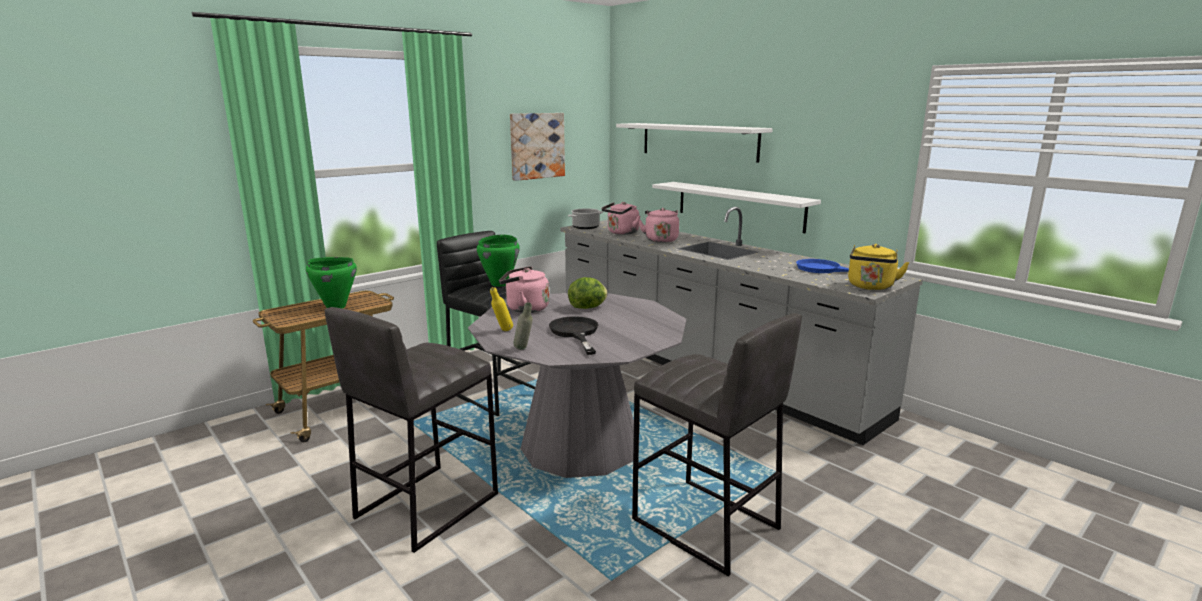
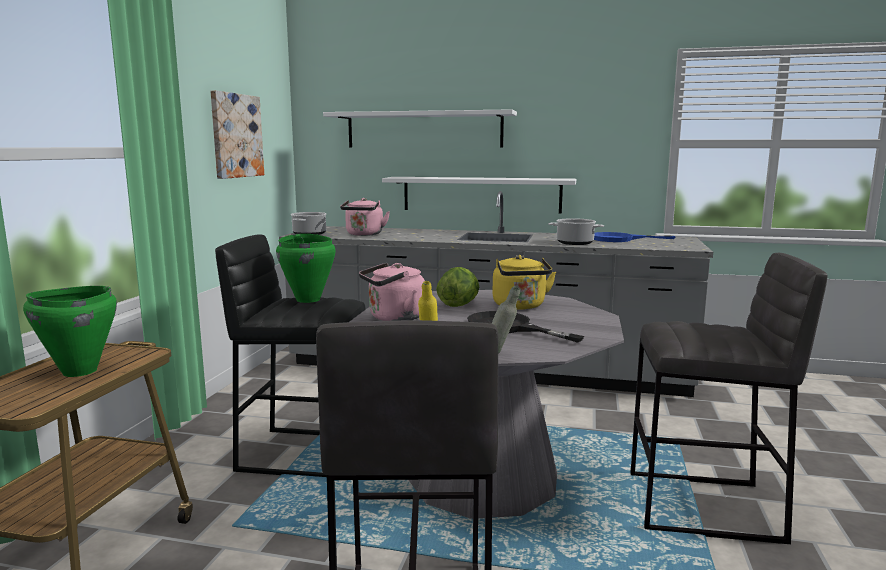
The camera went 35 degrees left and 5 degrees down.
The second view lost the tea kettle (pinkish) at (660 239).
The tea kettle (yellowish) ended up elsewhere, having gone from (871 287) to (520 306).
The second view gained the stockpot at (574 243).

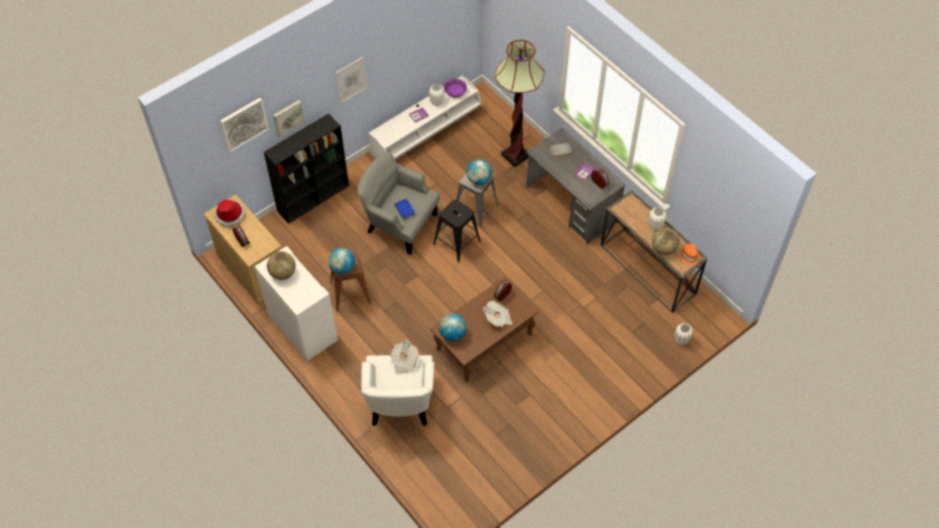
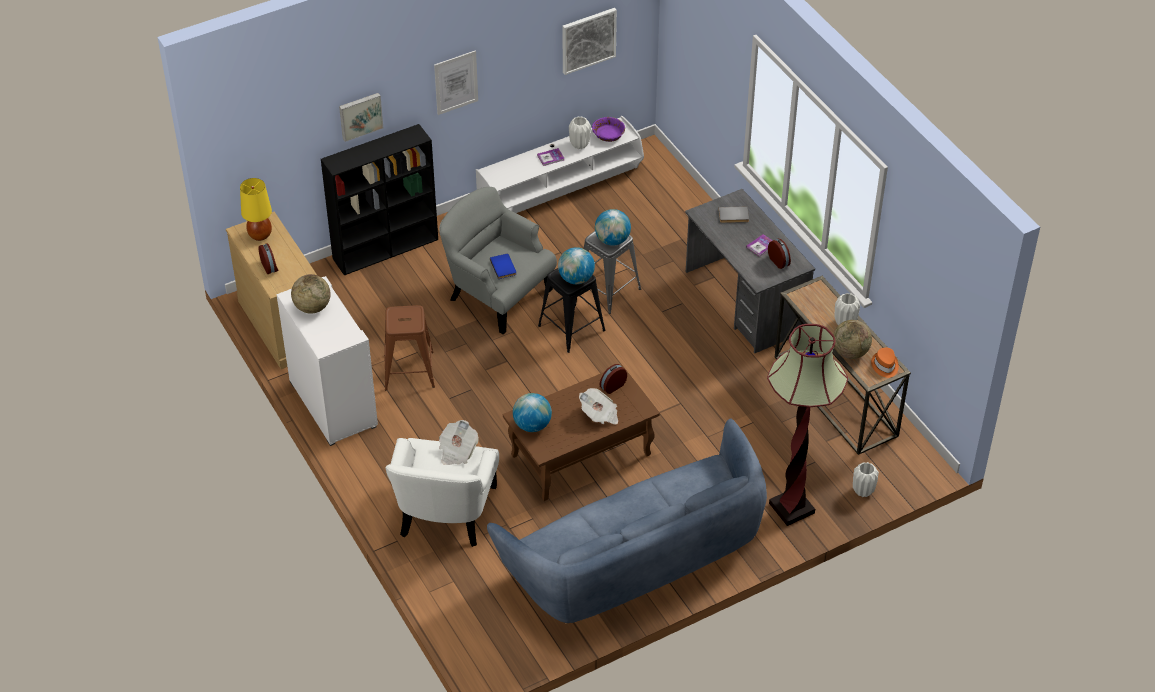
The camera went 10 degrees right and 10 degrees down.
The standing lamp ended up elsewhere, having gone from (515 155) to (791 508).
The wall art ended up elsewhere, having gone from (243 124) to (588 40).
Where the hat stood at (230 215), the tabletop lamp (yellowish) came to stand at (260 235).
The desk globe ended up elsewhere, having gone from (342 268) to (576 279).
The second view gained the sofa (blue-coloured) at (636 561).

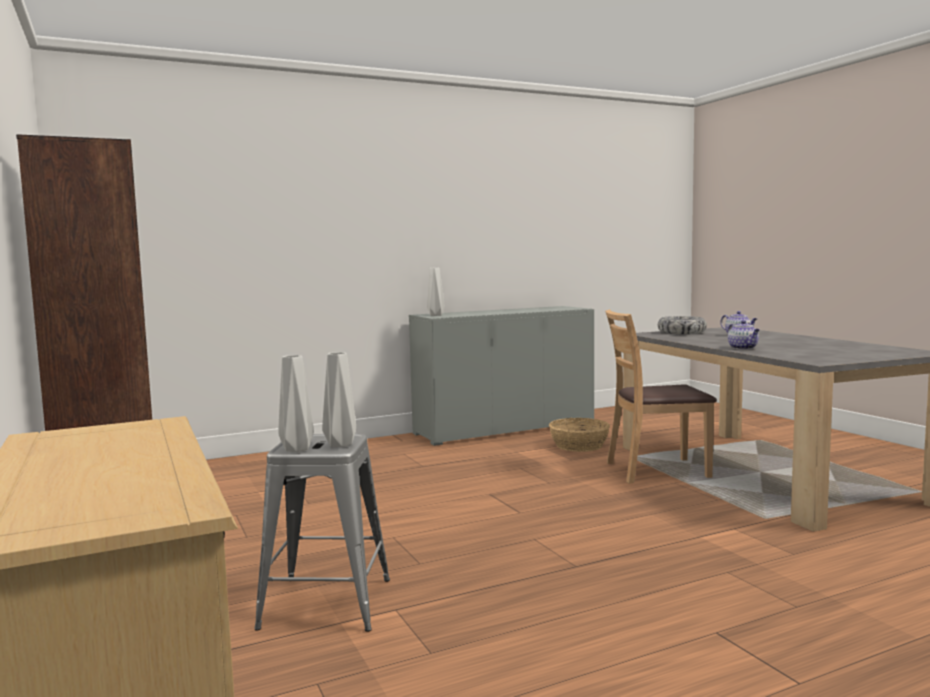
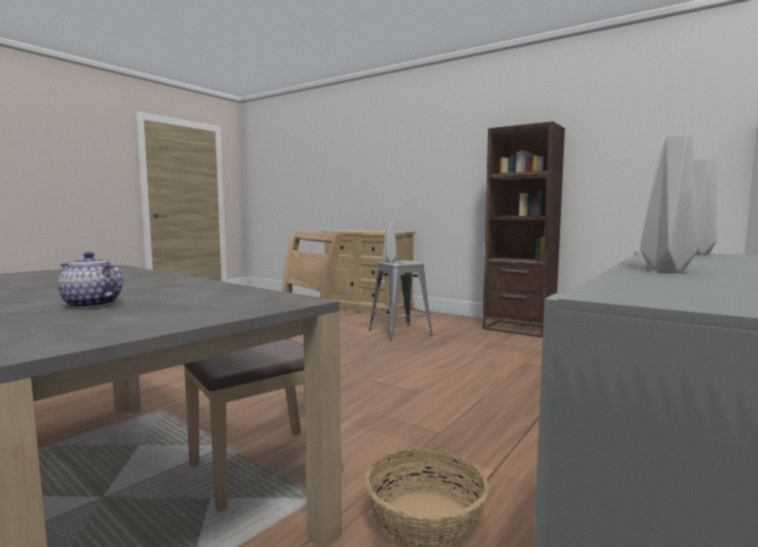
The camera went 150 degrees right and 0 degrees up.
The second view lost the serving bowl at (681 332).
The second view lost the tea pot at (743 348).
The vase (greyish) ended up elsewhere, having gone from (295 449) to (667 270).

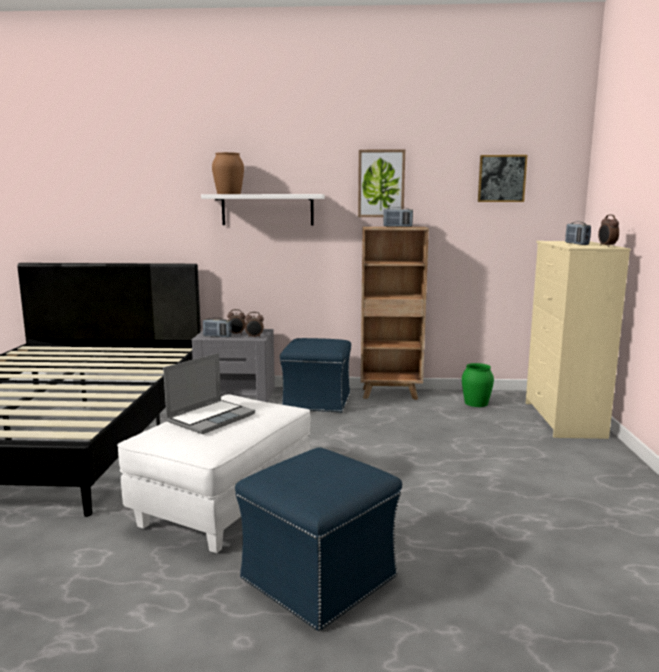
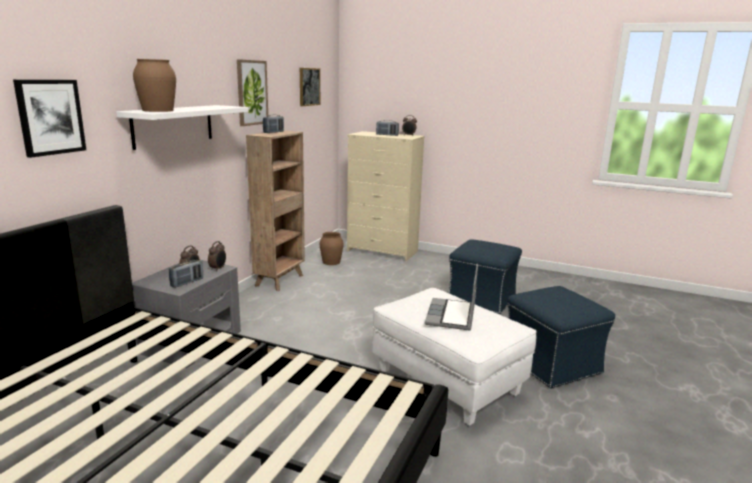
The camera went 70 degrees left and 5 degrees up.
The pouffe (blue-coloured) ended up elsewhere, having gone from (317 402) to (482 299).
The portable computer at (211 418) ended up facing another way, 135 degrees counterclockwise from before.
What was the vase (green-coloured) at (476 403) turned into the vase (brownish) at (331 262).
The second view gained the wall art at (50 117).

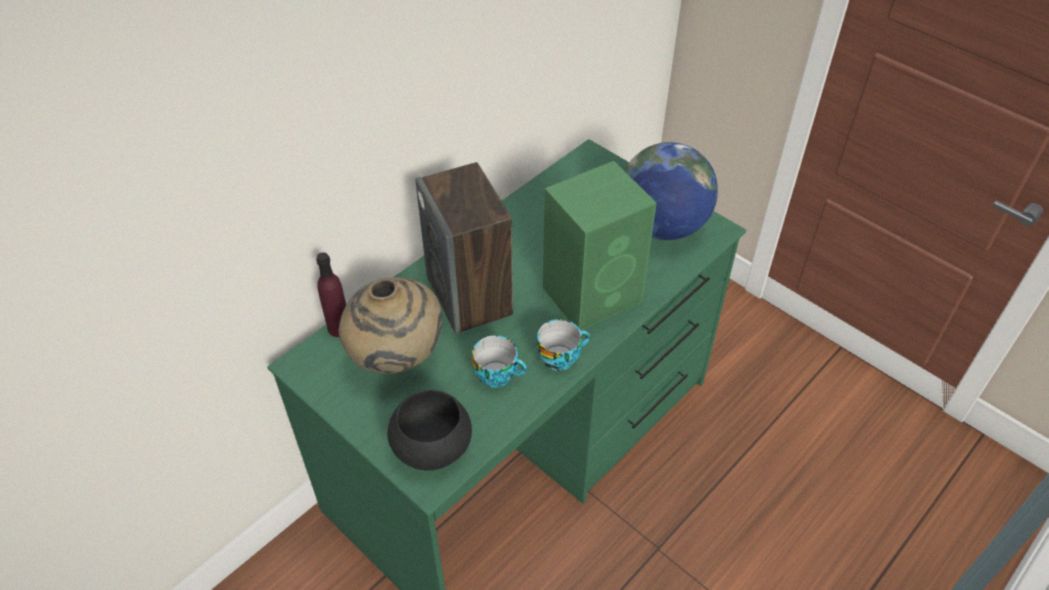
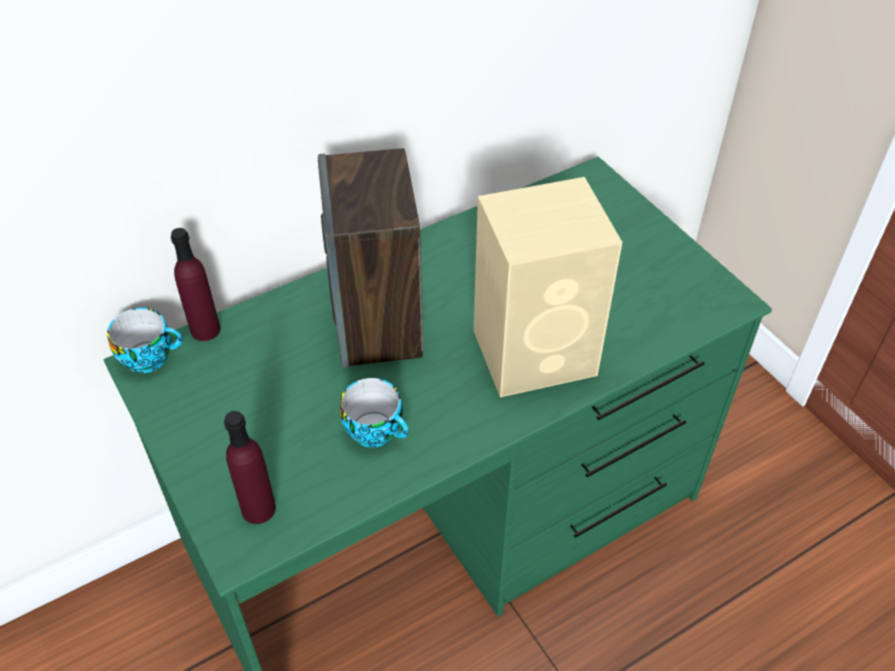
The camera went 15 degrees right and 0 degrees up.
The second view lost the desk globe at (662 226).
What was the audio speaker (green-coloured) at (594 293) turned into the audio speaker (sand-coloured) at (537 352).
The second view lost the vase (sand-coloured) at (396 360).
The drinking cup ended up elsewhere, having gone from (560 356) to (150 356).
Where the serving bowl (black-coloured) stood at (433 449), the beverage bottle (purplish) came to stand at (258 509).

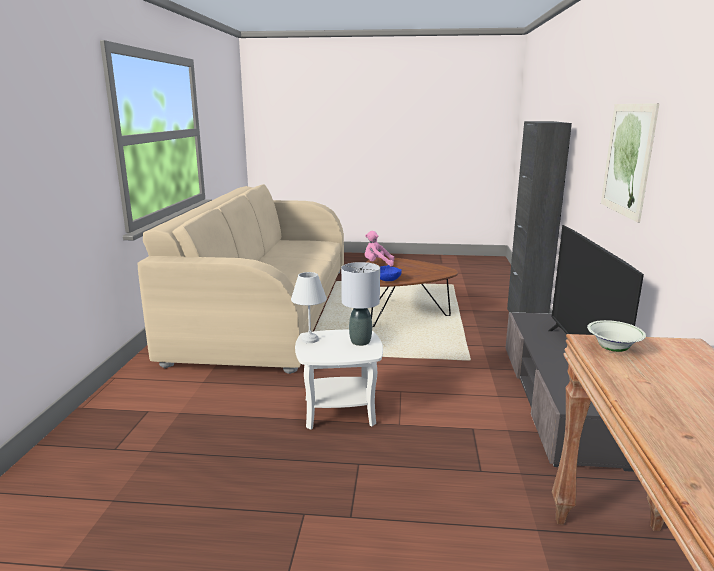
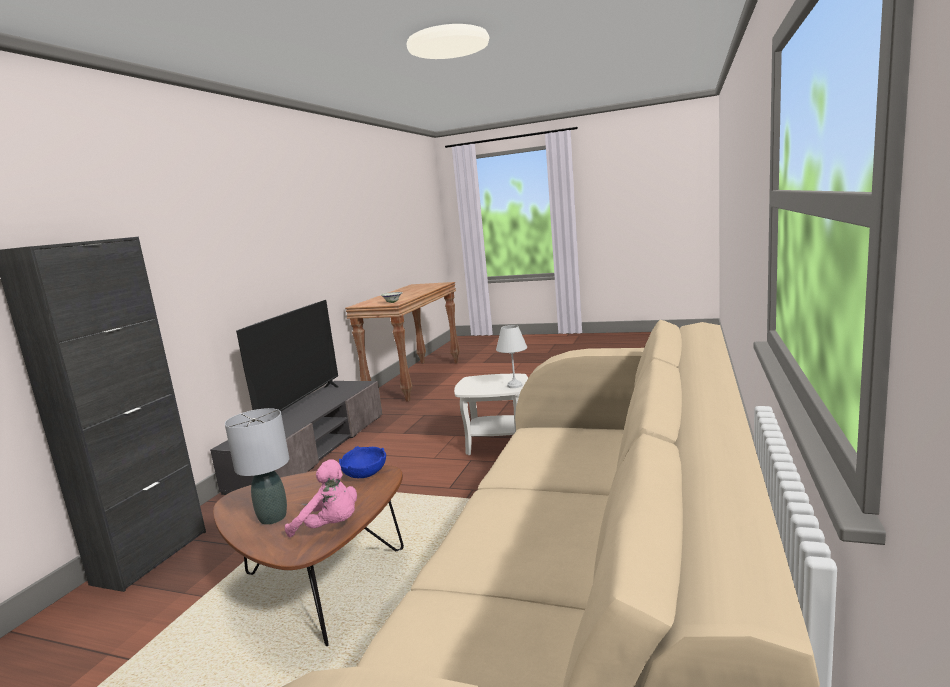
The camera went 165 degrees left and 5 degrees down.
The second view lost the wall art at (627 159).
The tabletop lamp (greyish) ended up elsewhere, having gone from (360 342) to (272 518).

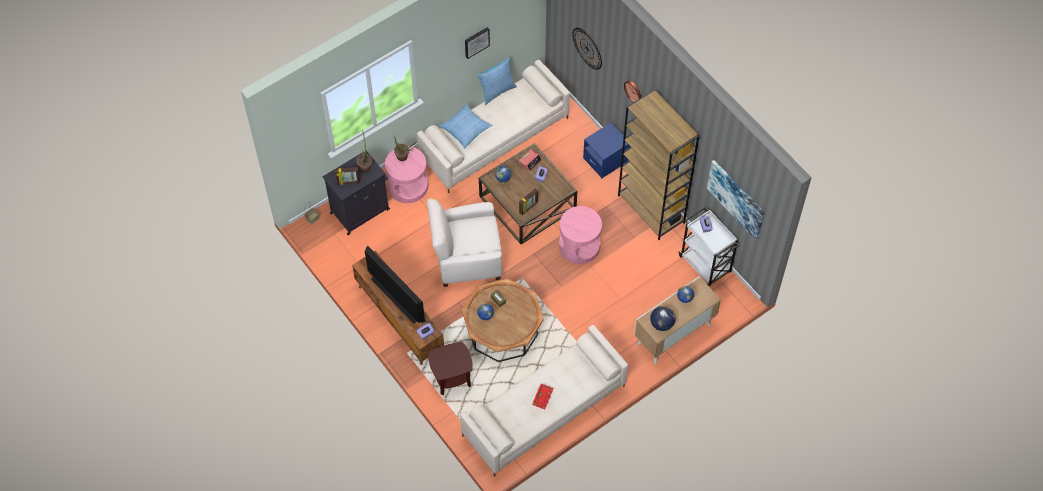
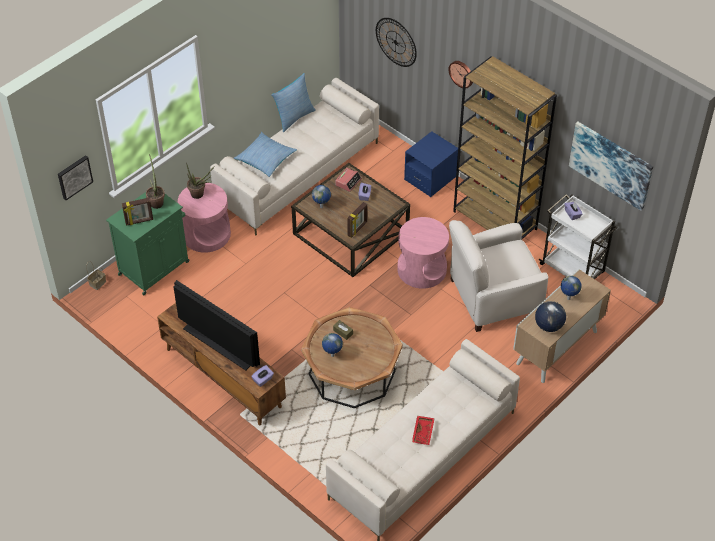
The camera went 10 degrees left and 10 degrees down.
The wall art ended up elsewhere, having gone from (476 42) to (74 176).
What was the cupboard (black-coloured) at (361 211) turned into the cupboard (green-coloured) at (155 267).
The armchair (white-coloured) ended up elsewhere, having gone from (466 258) to (493 297).
The second view lost the side table (brownish) at (451 378).

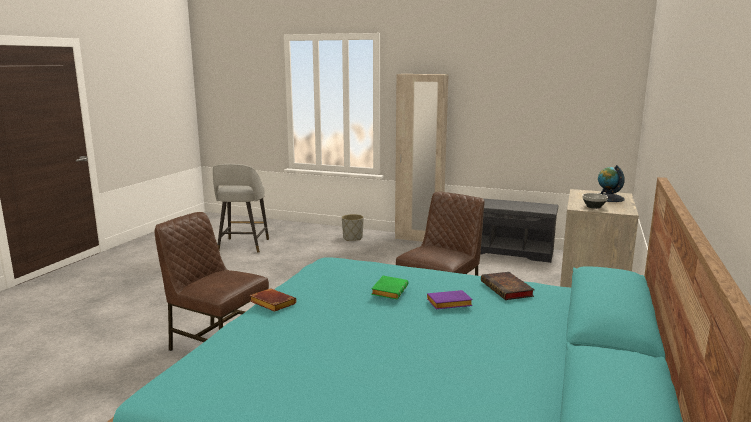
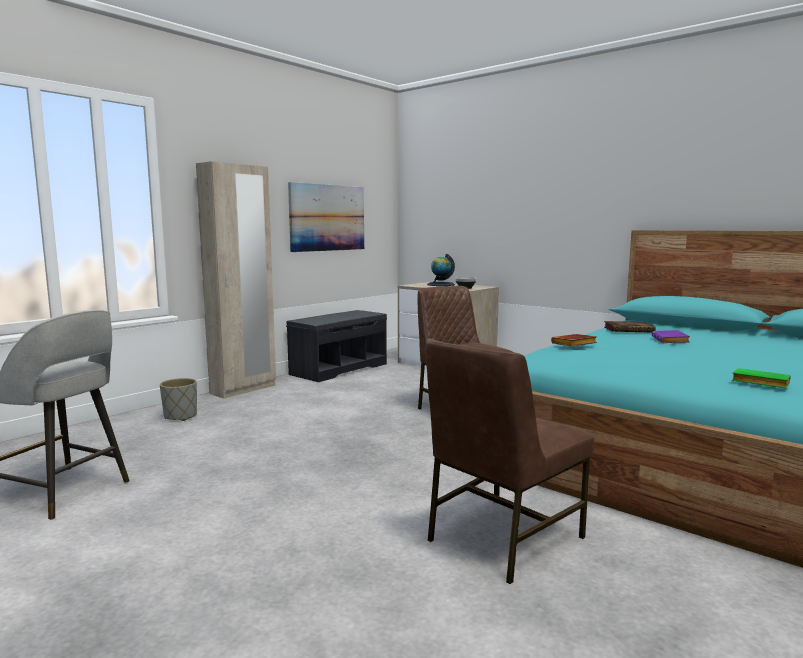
The camera went 70 degrees left and 5 degrees down.
The book (green-coloured) ended up elsewhere, having gone from (389 290) to (758 383).
The book (brownish) ended up elsewhere, having gone from (271 304) to (573 344).
The second view gained the wall art at (327 218).

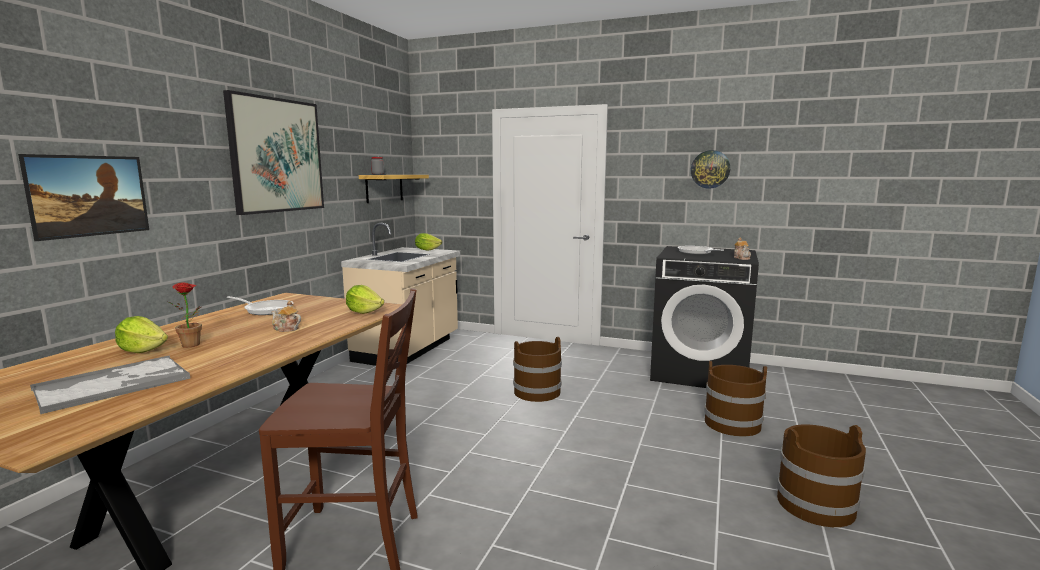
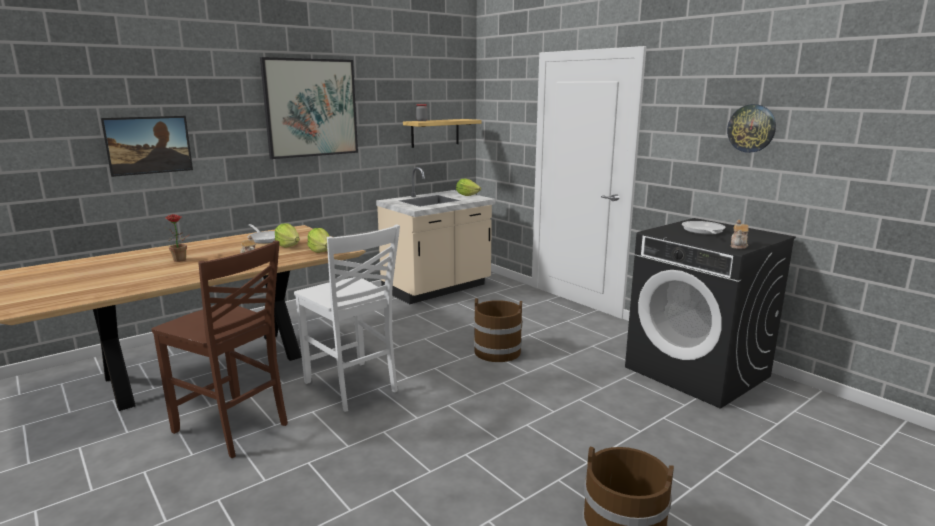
The camera went 30 degrees right and 5 degrees up.
The lettuce head ended up elsewhere, having gone from (143 350) to (288 246).
The second view lost the serving tray at (114 384).
The second view lost the water bucket (brownish) at (732 423).
The second view gained the upright chair (white-coloured) at (352 387).

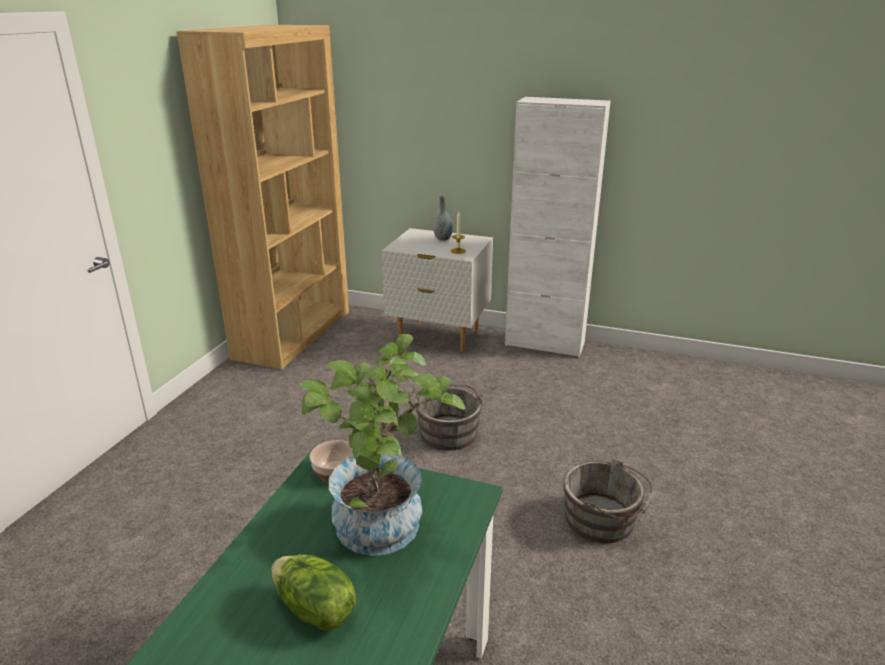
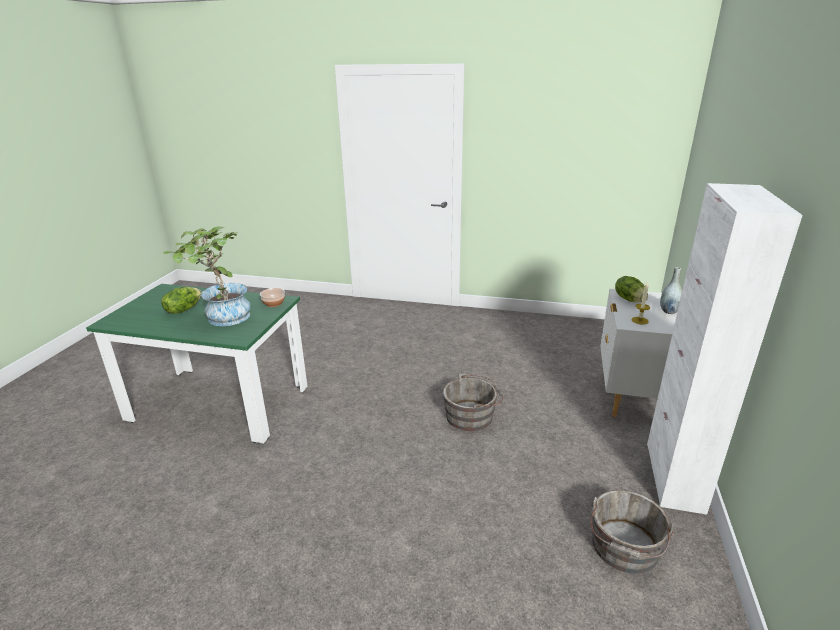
The camera went 85 degrees right and 0 degrees up.
The second view lost the shelving unit (brownish) at (294 334).
The water bucket (greyish) ended up elsewhere, having gone from (603 521) to (624 549).
The second view gained the lettuce head at (630 299).

